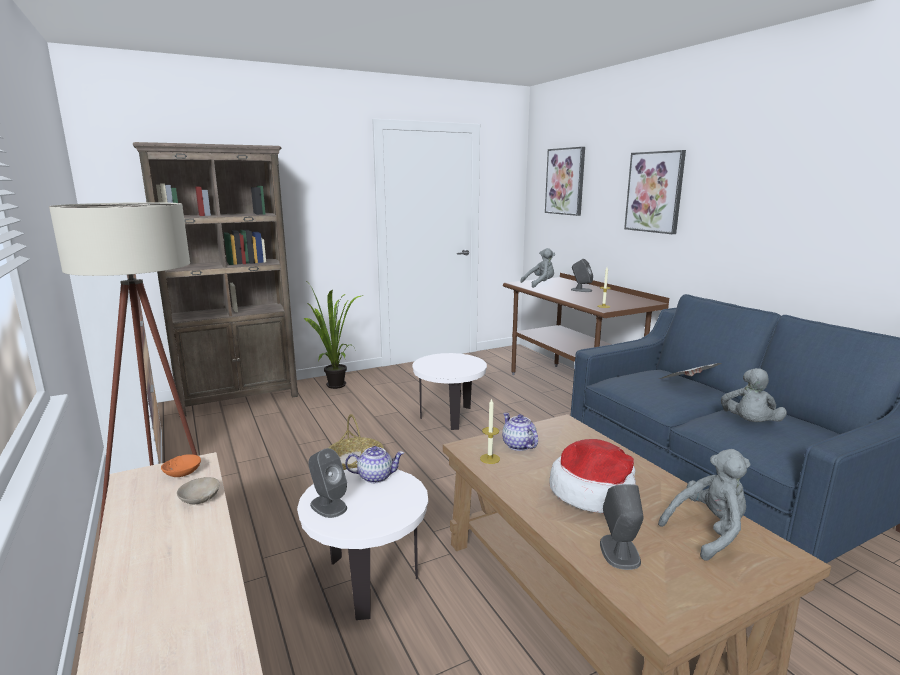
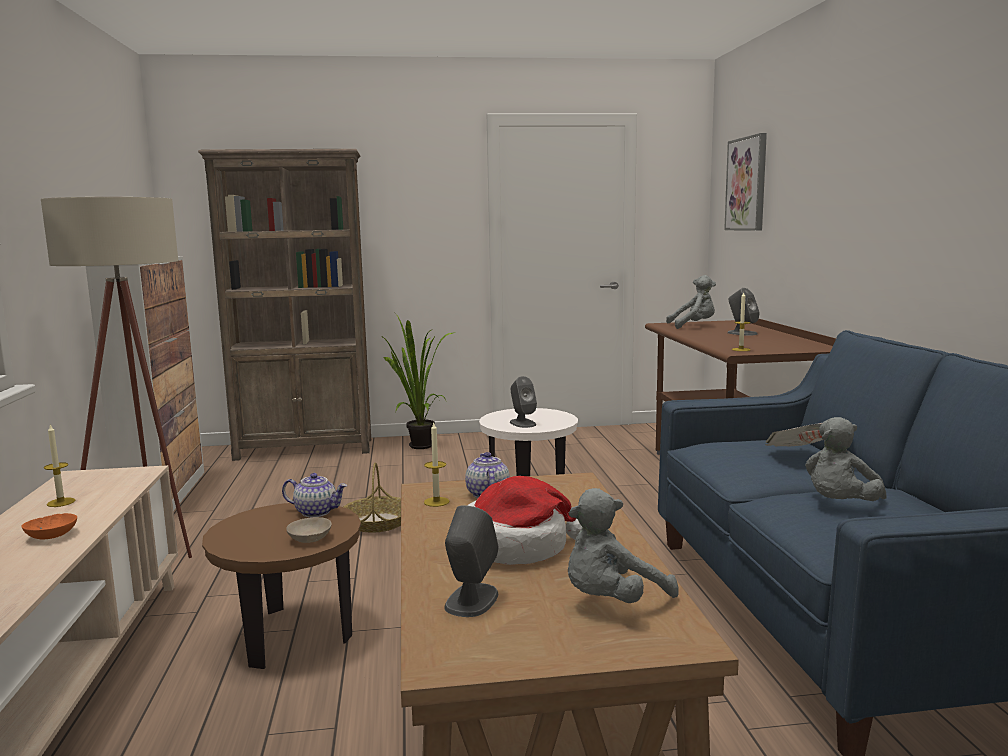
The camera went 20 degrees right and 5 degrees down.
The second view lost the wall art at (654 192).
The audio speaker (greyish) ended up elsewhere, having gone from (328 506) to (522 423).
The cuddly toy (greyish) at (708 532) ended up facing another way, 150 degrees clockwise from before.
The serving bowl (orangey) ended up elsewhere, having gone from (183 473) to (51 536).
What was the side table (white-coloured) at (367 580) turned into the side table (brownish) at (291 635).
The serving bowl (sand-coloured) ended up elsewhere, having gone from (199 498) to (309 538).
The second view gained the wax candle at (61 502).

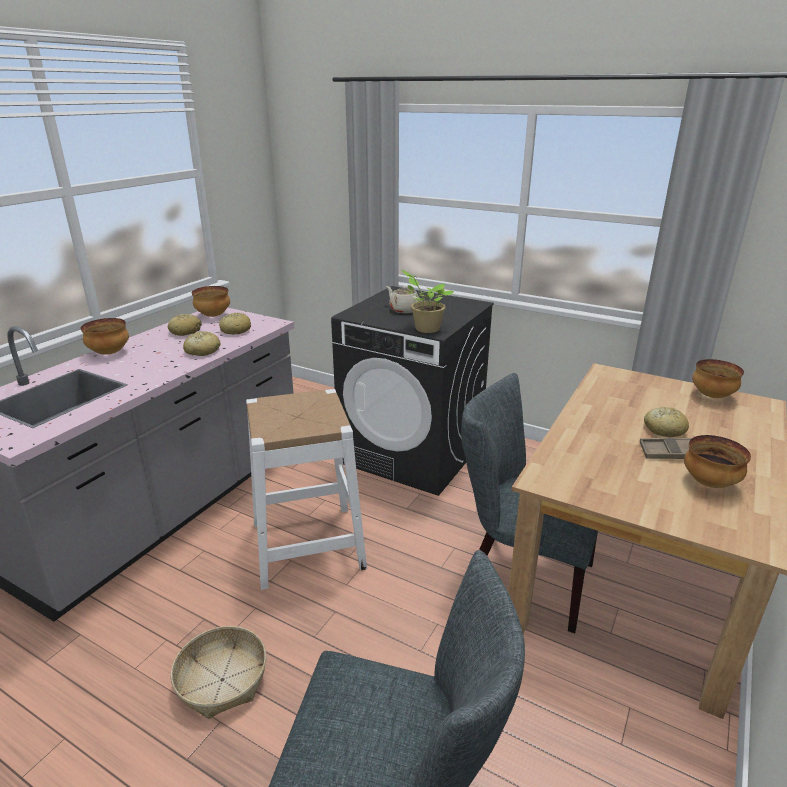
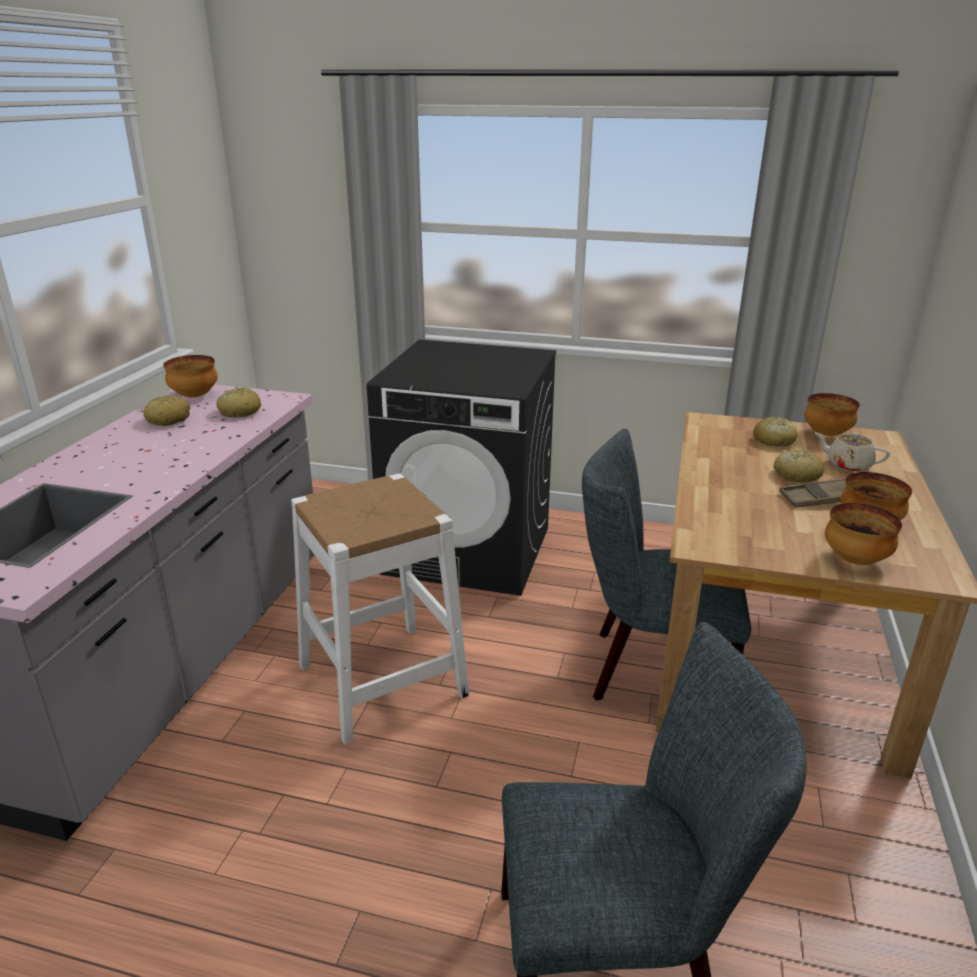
The camera went 15 degrees left and 0 degrees up.
The second view lost the potted plant at (425 328).
The tea pot (sand-coloured) ended up elsewhere, having gone from (404 310) to (847 465).
The serving bowl ended up elsewhere, having gone from (109 353) to (854 560).
The bakery bread ended up elsewhere, having gone from (202 351) to (773 440).
The second view lost the storage basket at (222 680).

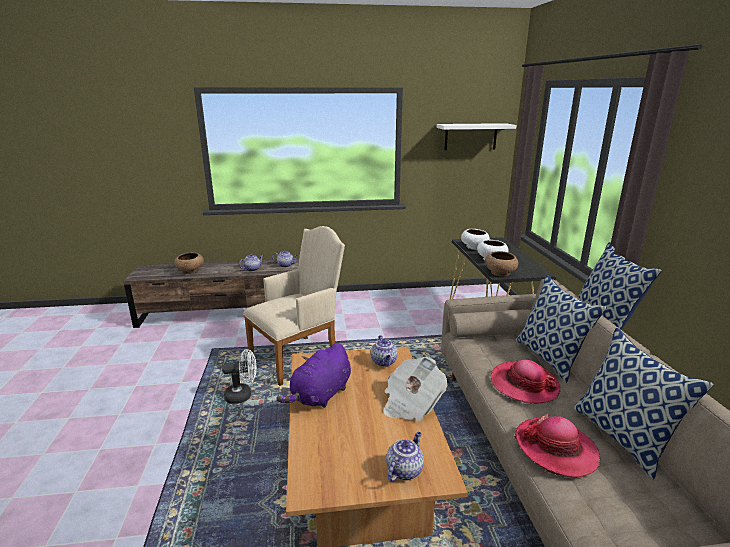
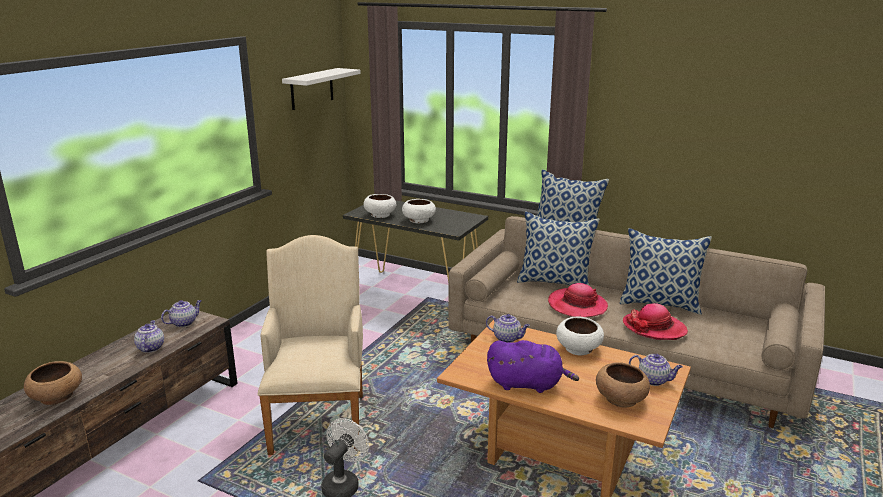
The camera went 55 degrees left and 0 degrees up.
The serving bowl (brownish) ended up elsewhere, having gone from (500 273) to (621 398).
The cuddly toy (purplish) at (320 395) ended up facing another way, 60 degrees counterclockwise from before.
Where the newspaper stood at (411 403), the serving bowl (white-coloured) came to stand at (579 349).
The tea pot at (404 470) ended up facing another way, 135 degrees clockwise from before.

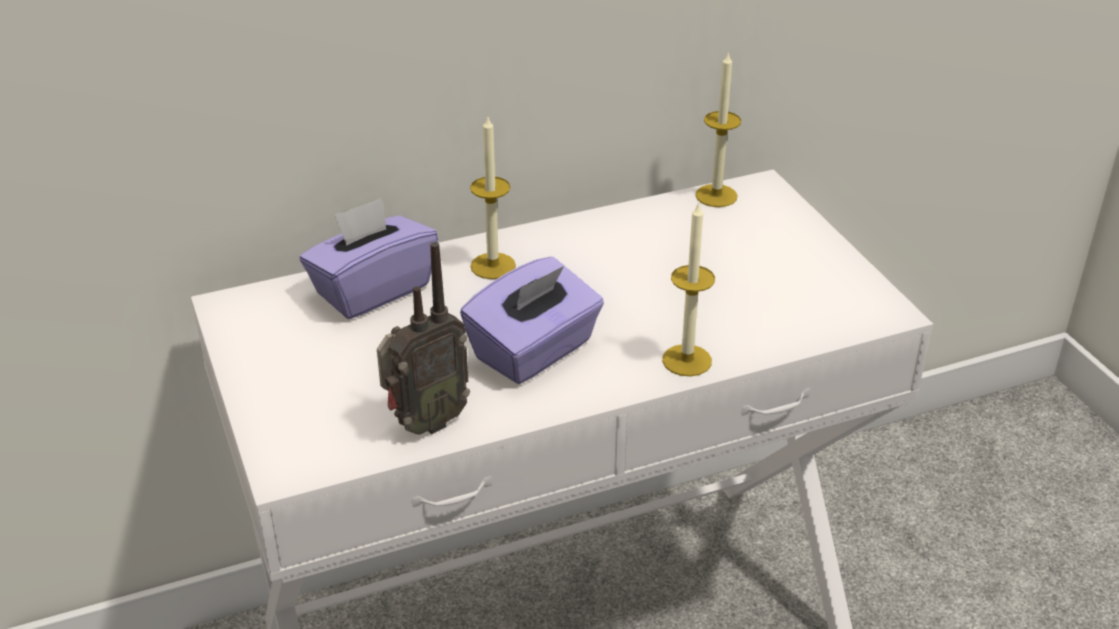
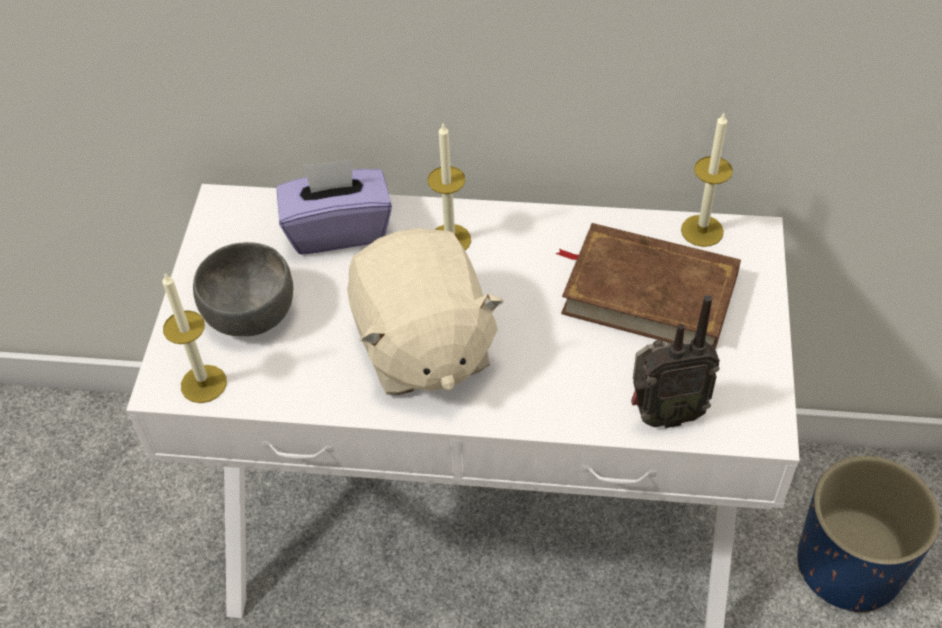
The camera went 30 degrees right and 15 degrees up.
The wax candle ended up elsewhere, having gone from (687 360) to (203 384).
The radio set ended up elsewhere, having gone from (424 423) to (664 414).
Where the box of tissues (purplish) stood at (534 351), the cuddly toy (sand-coloured) came to stand at (422 346).
The second view gained the book (brownish) at (649 293).
The second view gained the serving bowl (greyish) at (251 313).
The second view gained the flower pot (blue-coloured) at (850 565).

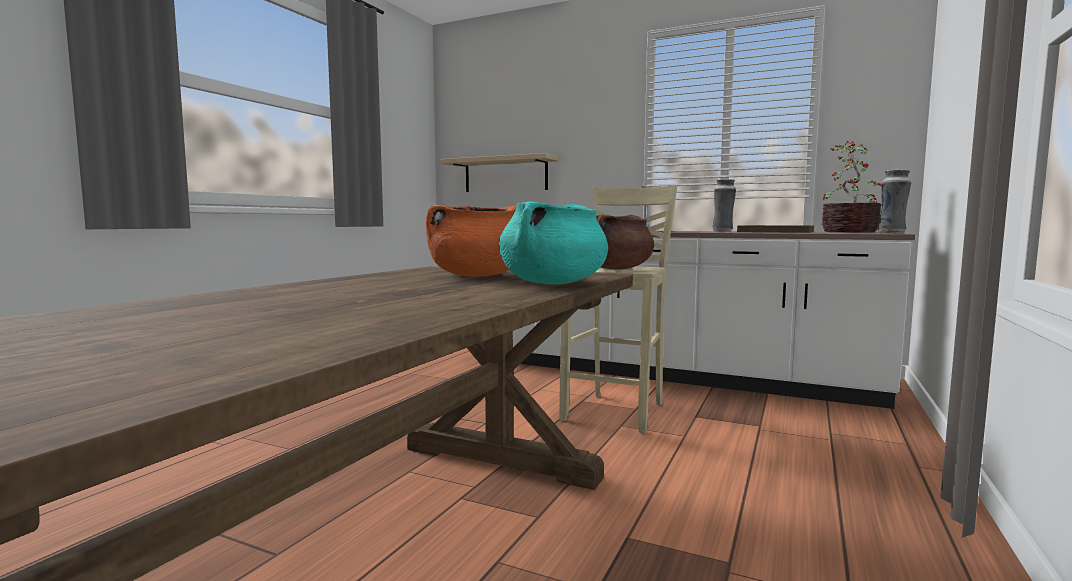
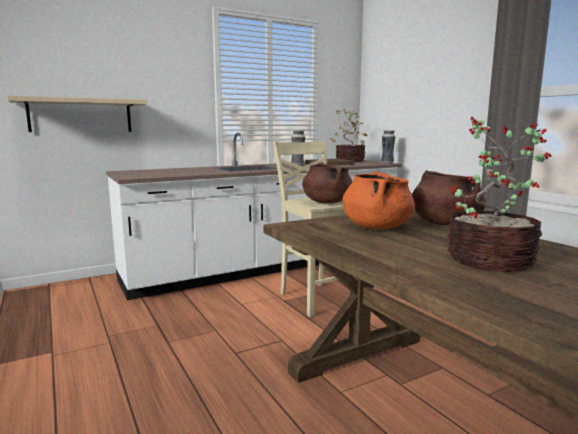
The camera went 55 degrees left and 5 degrees up.
What was the stockpot (turquoise-coloured) at (553 283) turned into the stockpot (brownish) at (445 223).
The second view gained the potted plant at (487 261).

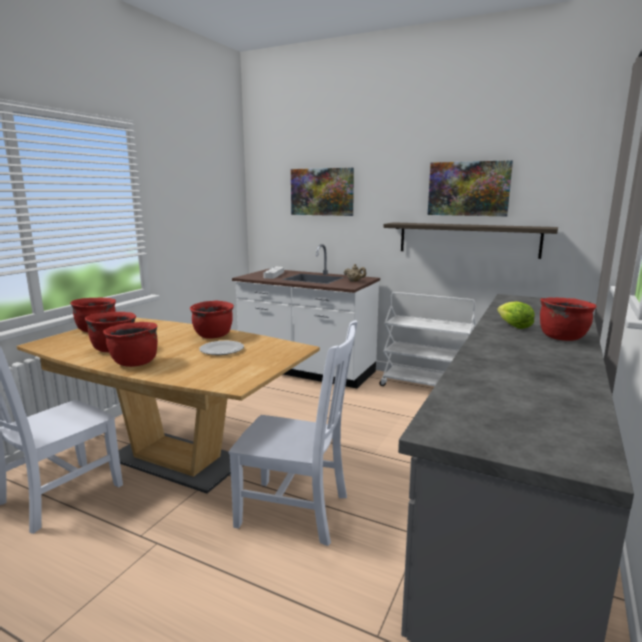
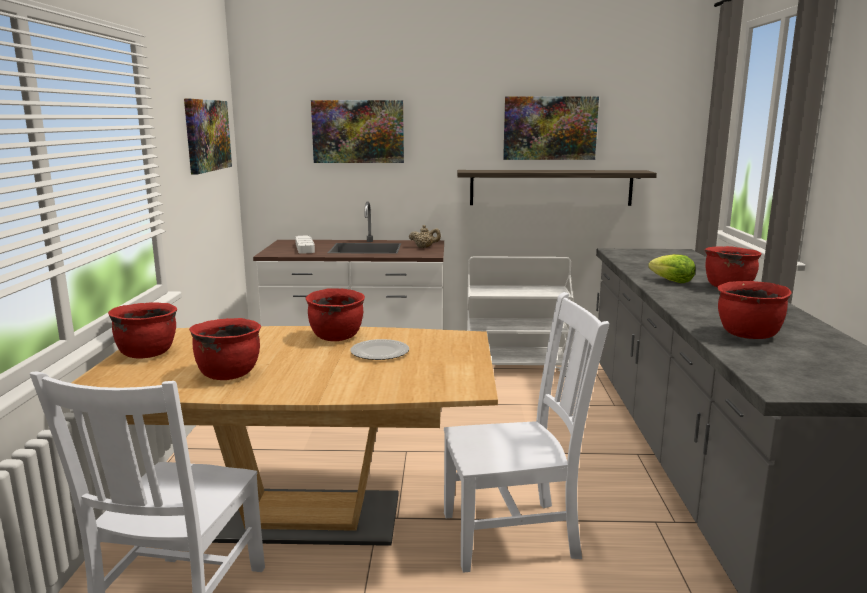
The camera went 25 degrees left and 0 degrees up.
The stockpot (red) ended up elsewhere, having gone from (134 363) to (748 335).
The second view gained the wall art at (207 135).

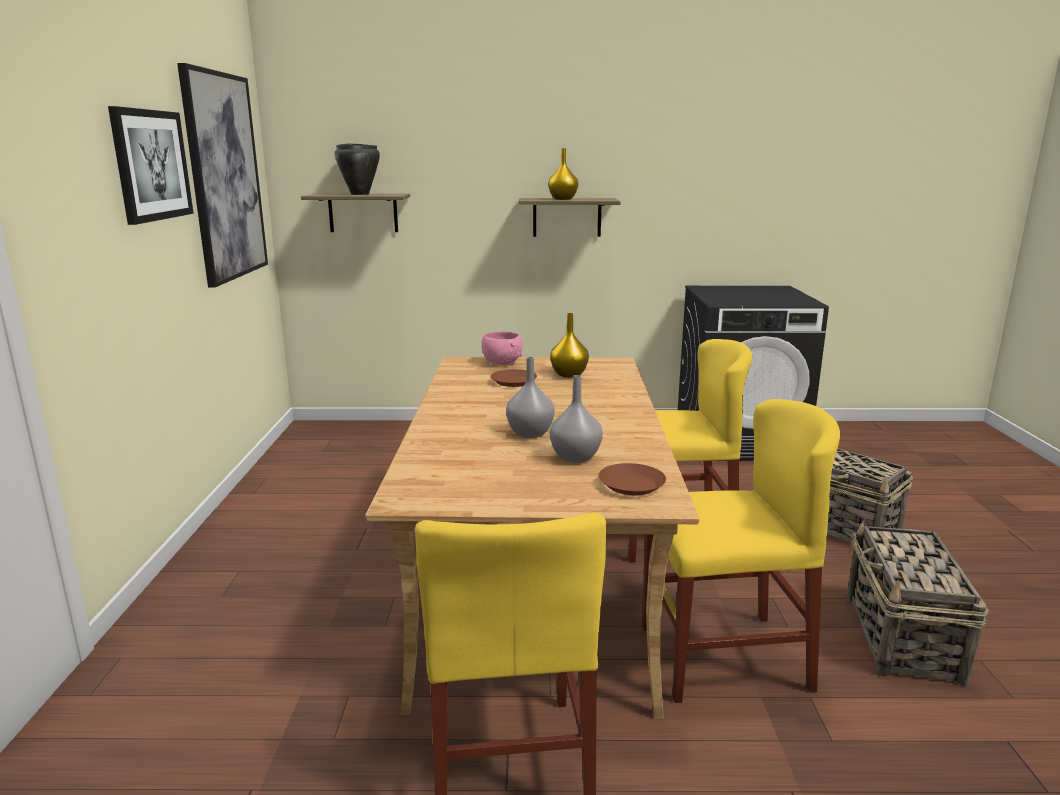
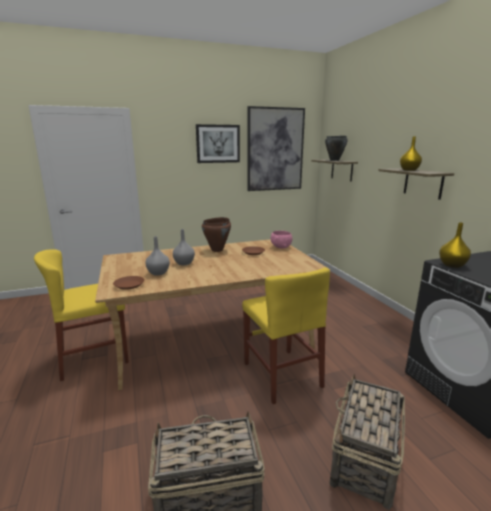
The camera went 70 degrees right and 0 degrees up.
The vase (yellowish) ended up elsewhere, having gone from (568 375) to (451 265).
The second view lost the upright chair (yellowish) at (723 657).
The second view gained the stockpot (brownish) at (217 250).

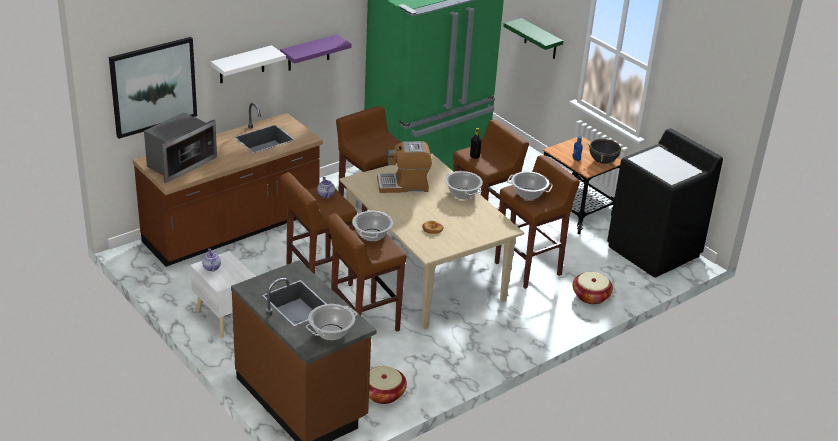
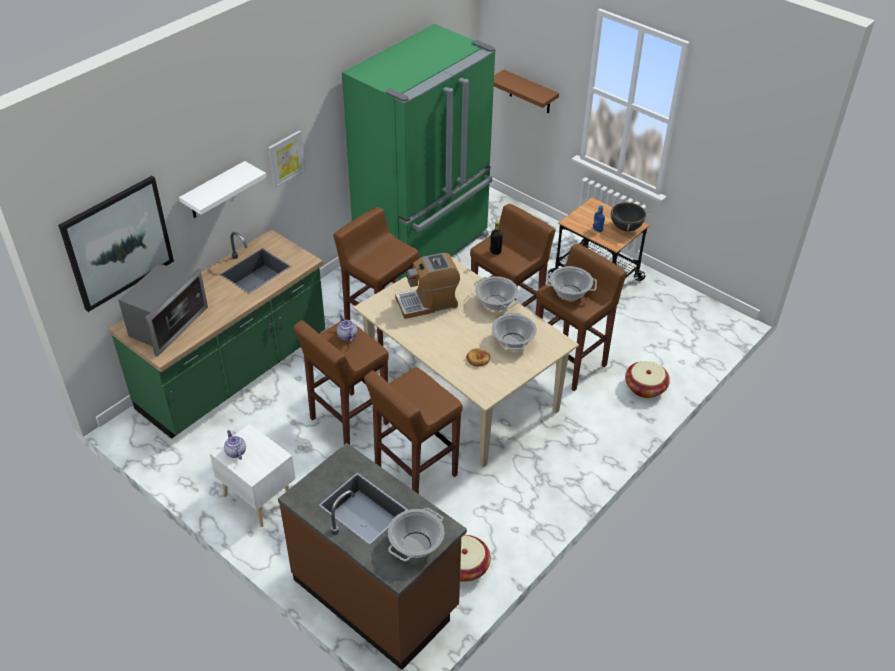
The camera went 10 degrees left and 10 degrees up.
What was the wall shelf (green-coloured) at (540 39) turned into the wall shelf (brownish) at (530 92).
Where the wall shelf (purplish) hung at (308 53), the wall art came to hang at (286 158).
What was the kitchen base unit (brownish) at (232 230) turned into the kitchen base unit (green-coloured) at (235 373).
The second view lost the washing machine (black-coloured) at (654 251).
The stockpot ended up elsewhere, having gone from (372 235) to (513 341).

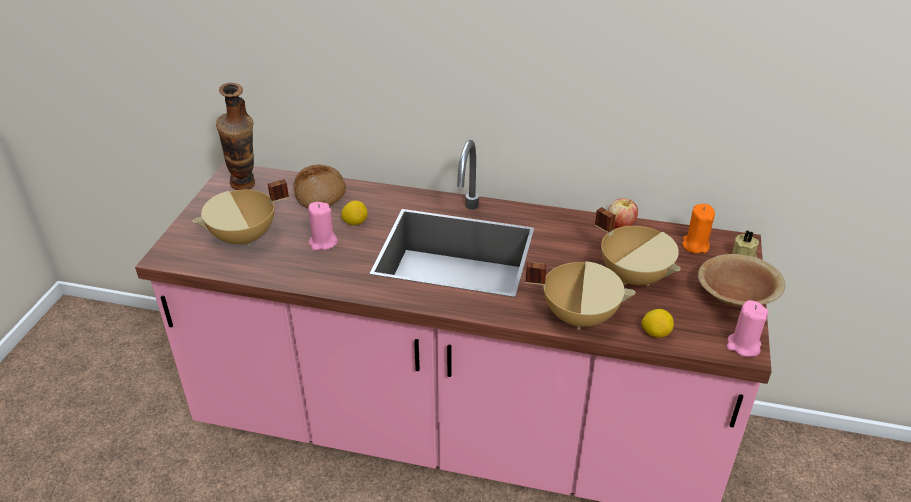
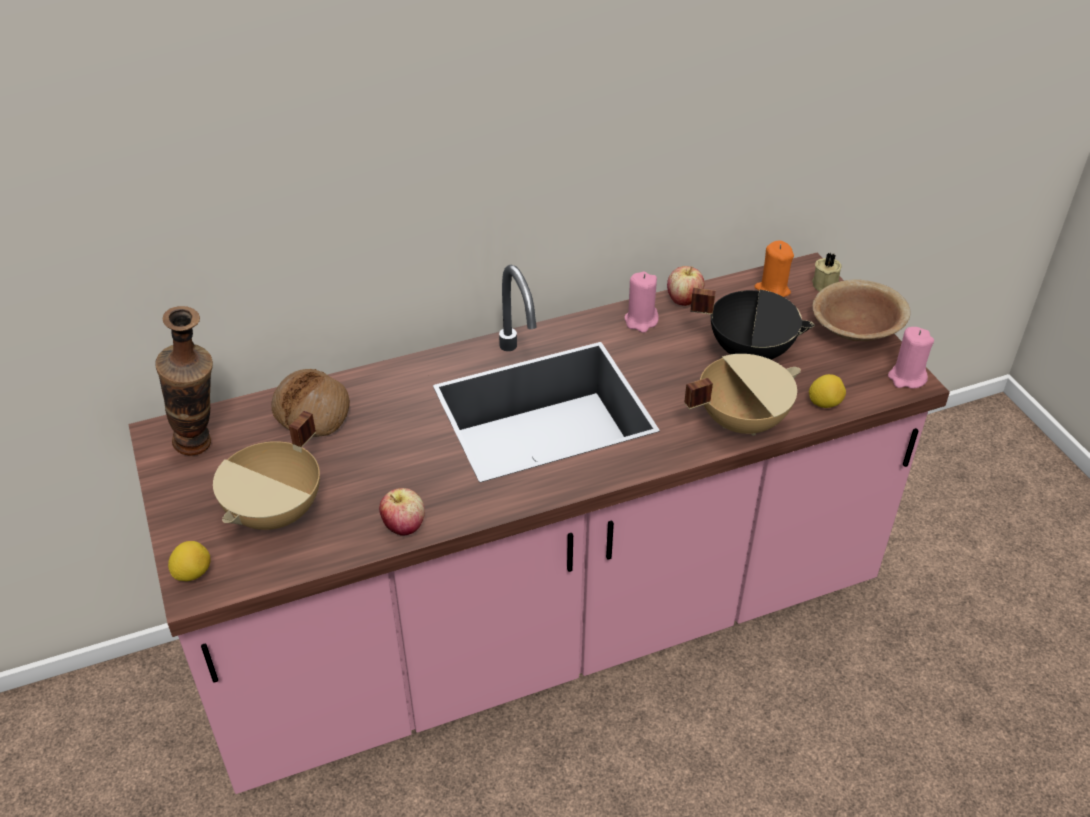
The camera went 35 degrees left and 5 degrees up.
The whole lemon ended up elsewhere, having gone from (355 222) to (193 573).
The wax candle (pinkish) ended up elsewhere, having gone from (323 242) to (641 321).
What was the stockpot (sand-coloured) at (634 276) turned into the stockpot (black-coloured) at (750 351).
The second view gained the apple at (404 526).

